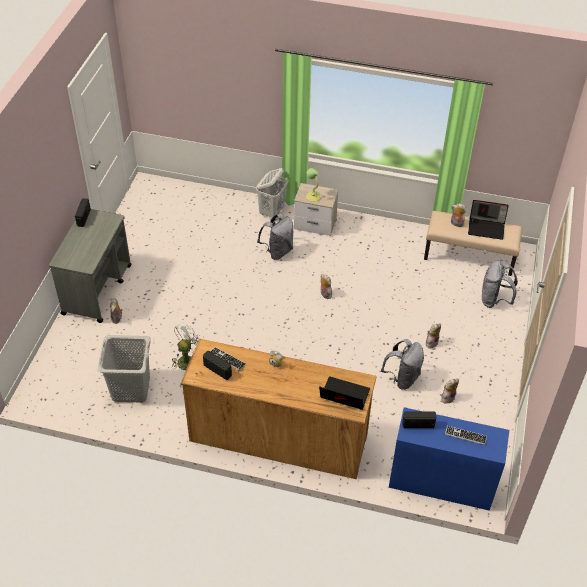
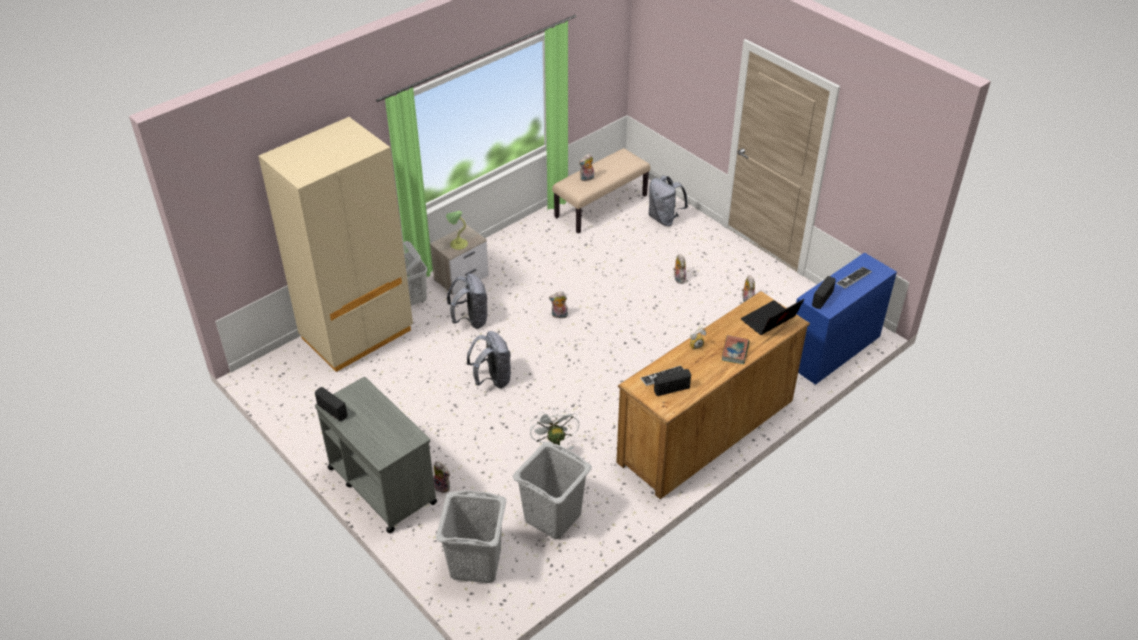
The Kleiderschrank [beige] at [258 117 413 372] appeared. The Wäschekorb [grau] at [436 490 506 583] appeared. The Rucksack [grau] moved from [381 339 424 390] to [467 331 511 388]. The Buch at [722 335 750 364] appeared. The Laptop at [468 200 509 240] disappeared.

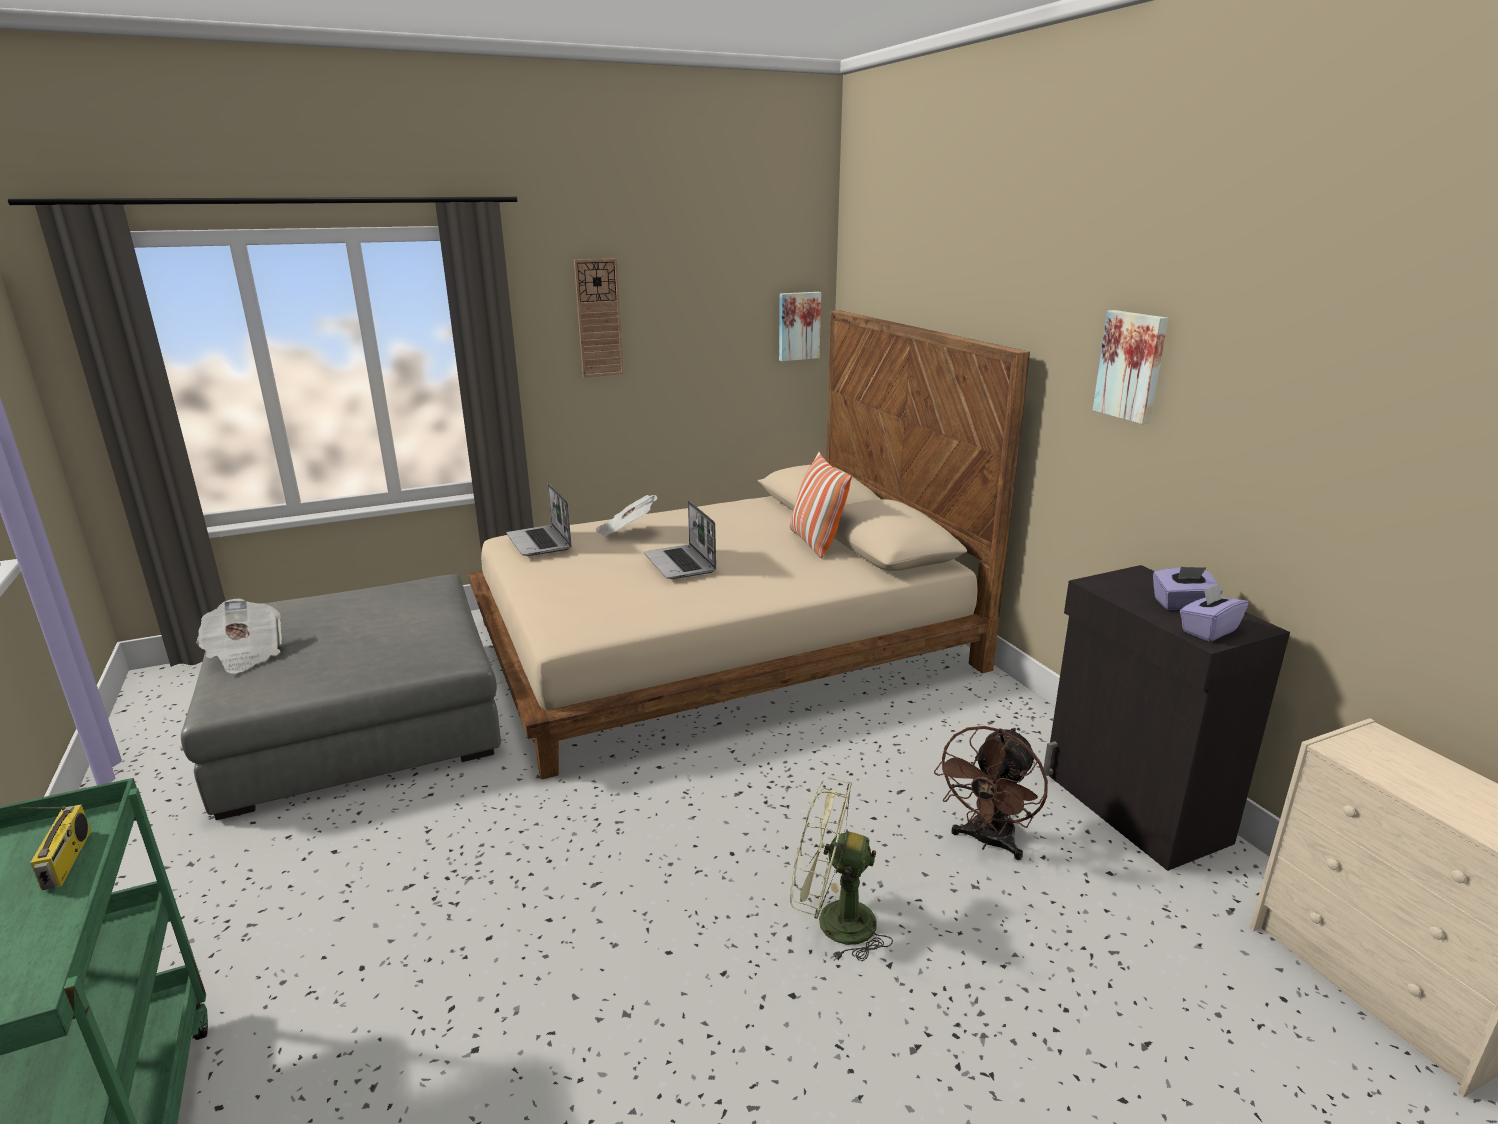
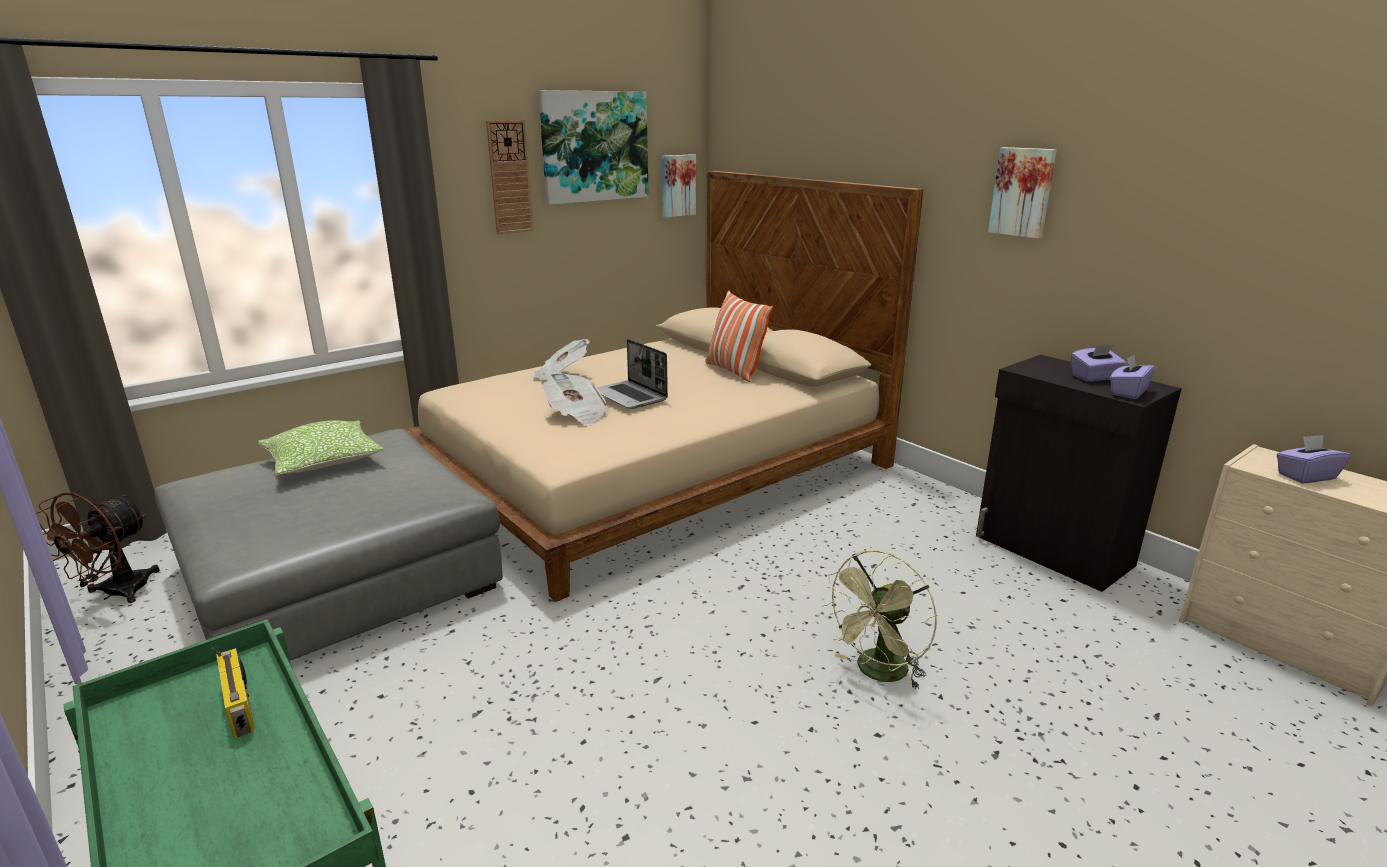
The Ventilator [braun] moved from [934 726 1048 860] to [36 492 160 603]. The Kissen at [258 420 384 475] appeared. The Bild at [538 90 649 205] appeared. The Zeitung moved from [196 599 282 674] to [542 372 610 426]. The Ventilator [grün] at [790 777 893 961] turned 45 degrees counterclockwise. The Taschentuchbox [lila] at [1277 435 1351 484] appeared. The Laptop at [506 483 571 556] disappeared.

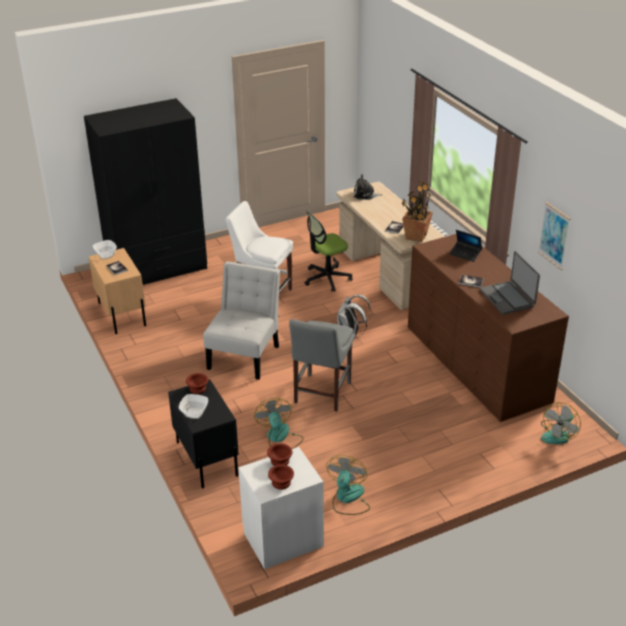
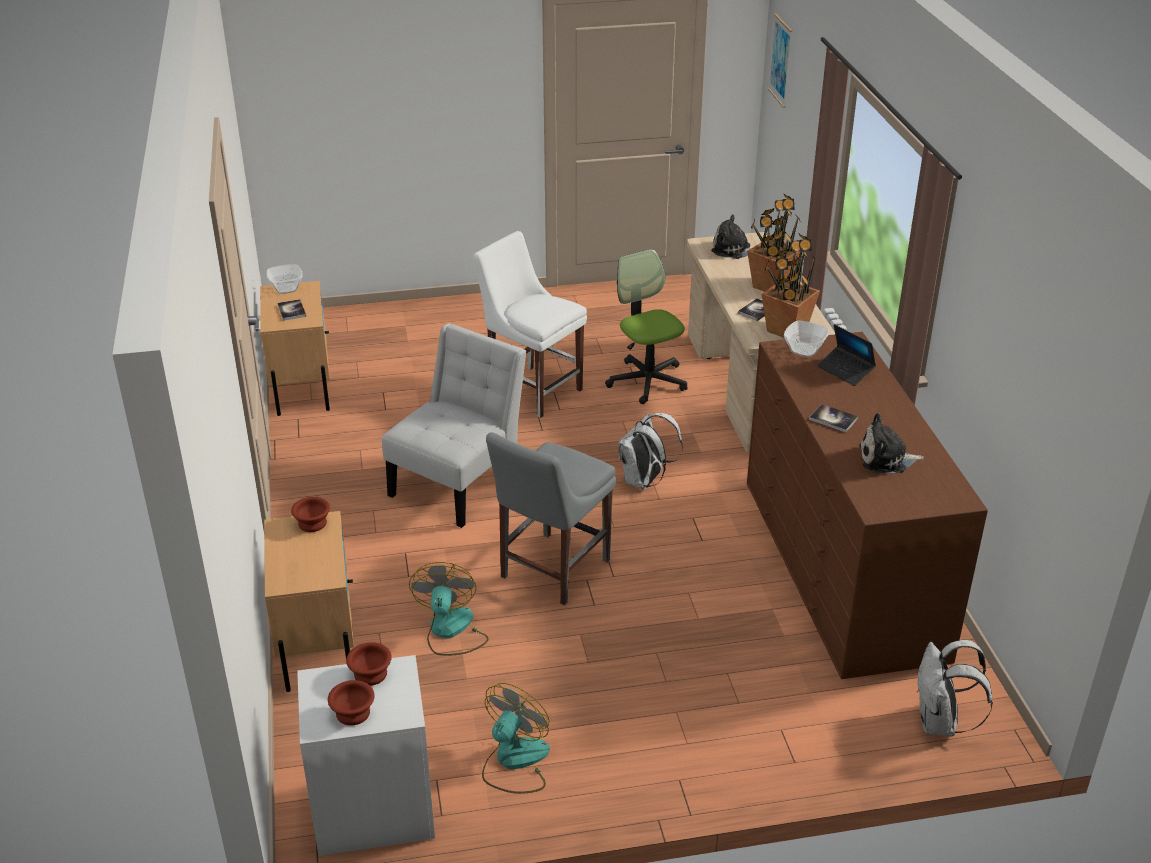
The Nachttisch [schwarz] at [168 379 239 488] became the Nachttisch [beige] at [264 511 354 692]. The Bürostuhl at [305 210 353 292] turned 75 degrees clockwise. The Topfpflanze at [747 193 803 292] appeared. The Bild moved from [538 202 571 270] to [768 14 792 108]. The Schüssel moved from [179 394 208 419] to [784 321 829 357]. The Laptop at [480 251 540 314] was replaced by the Plüschtier at [860 413 924 473]. The Ventilator at [541 402 581 444] was replaced by the Rucksack [weiß] at [917 640 993 737]. The Kleiderschrank [schwarz] at [84 98 207 285] disappeared.

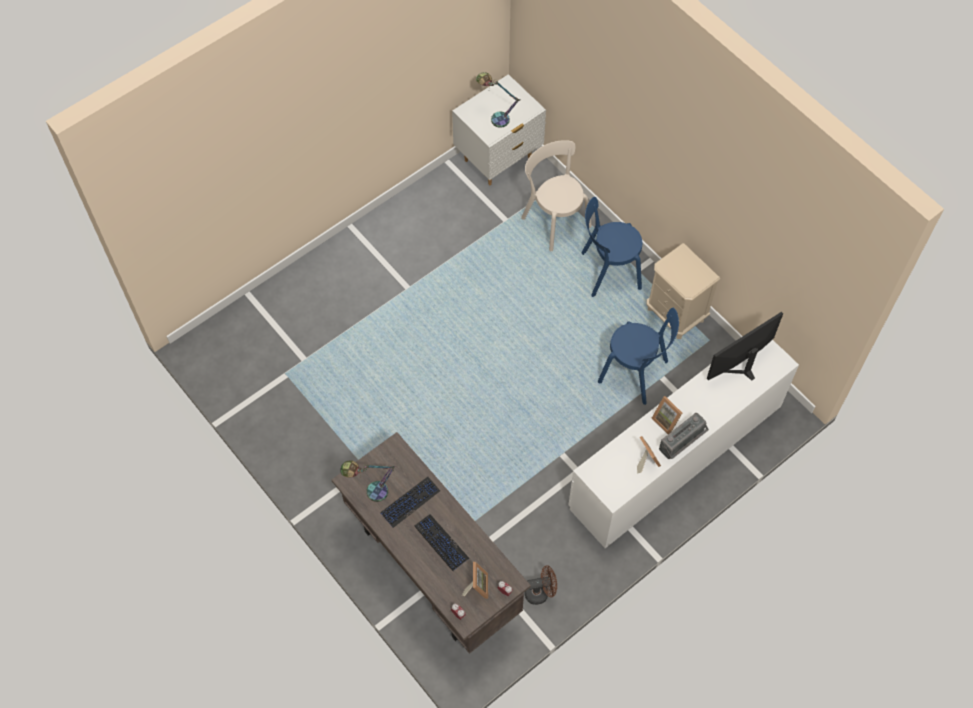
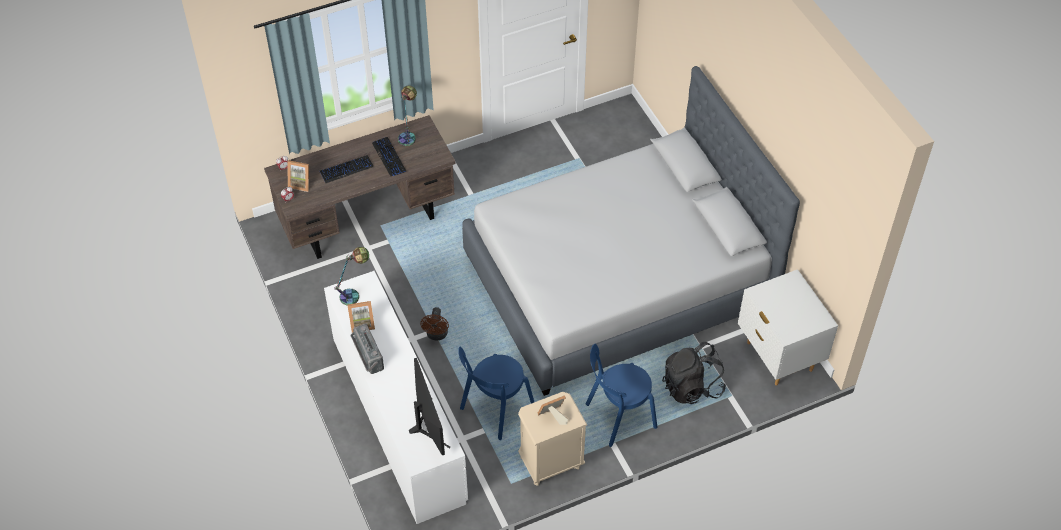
The Tischlampe moved from [476 72 520 128] to [334 247 369 305]. The Ventilator [braun] moved from [524 565 557 605] to [420 307 449 340]. The Bett [grau] at [462 66 800 396] appeared. The Bilderrahmen moved from [652 396 682 434] to [538 395 568 425]. The Stuhl [blau] at [581 197 642 297] turned 120 degrees counterclockwise. The Stuhl [beige] at [521 140 592 251] was replaced by the Rucksack [schwarz] at [662 342 726 404].

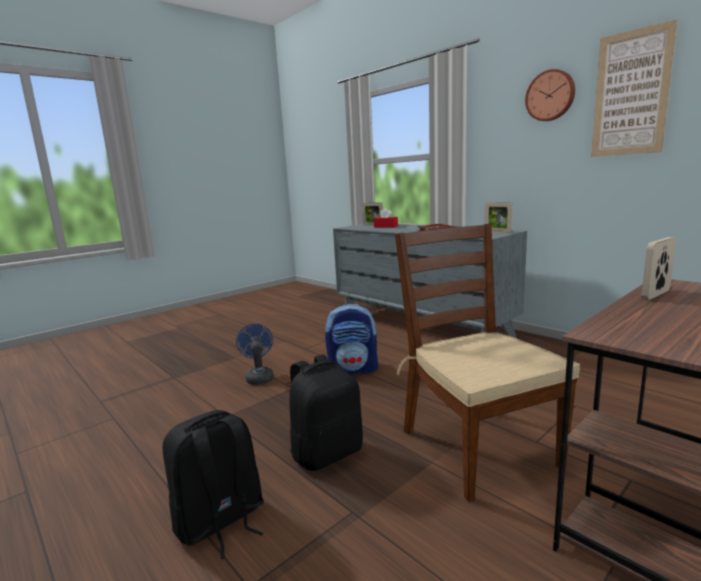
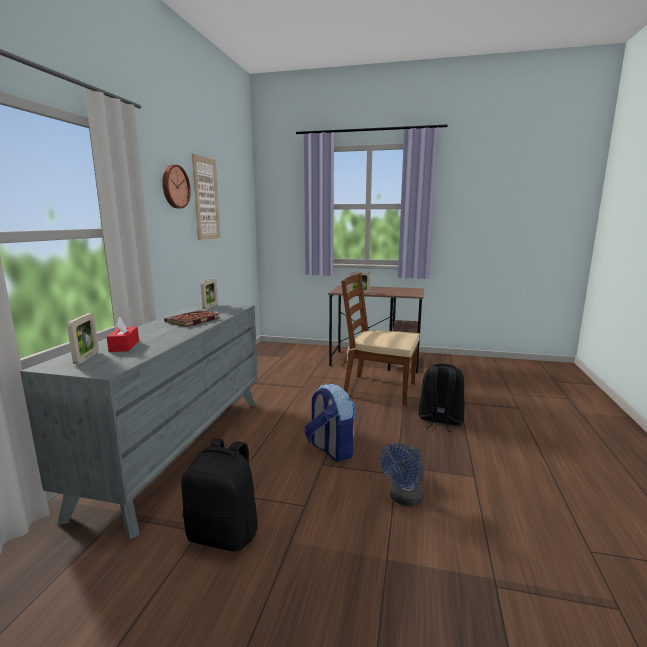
The Rucksack [schwarz] moved from [163 410 264 559] to [181 438 258 552]. The Stuhl [braun] at [395 224 580 502] turned 75 degrees clockwise.

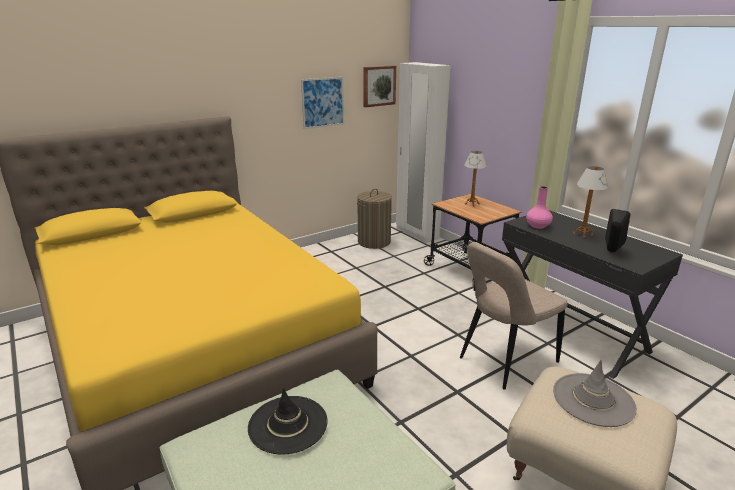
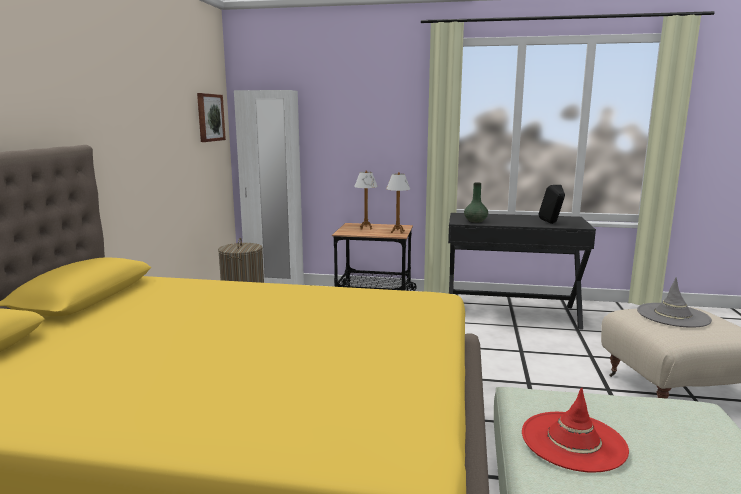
The Tischlampe moved from [573 166 608 238] to [386 172 410 234]. The Vase [rosa] at [526 186 553 229] became the Vase [grün] at [464 182 488 223]. The Hut [schwarz] at [248 388 328 454] became the Hut [rot] at [522 387 629 472]. The Bild at [301 77 344 129] disappeared. The Stuhl [beige] at [460 242 568 390] disappeared.

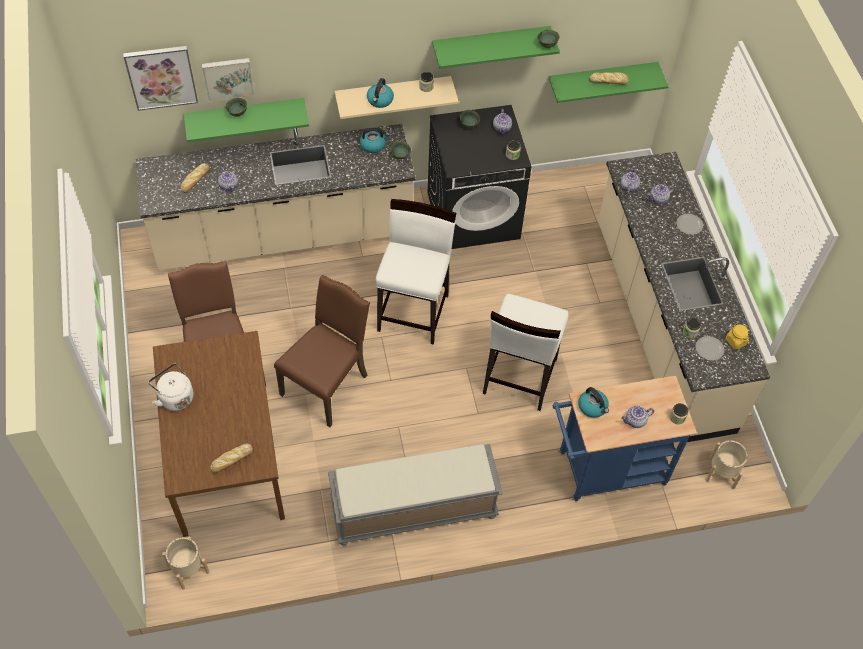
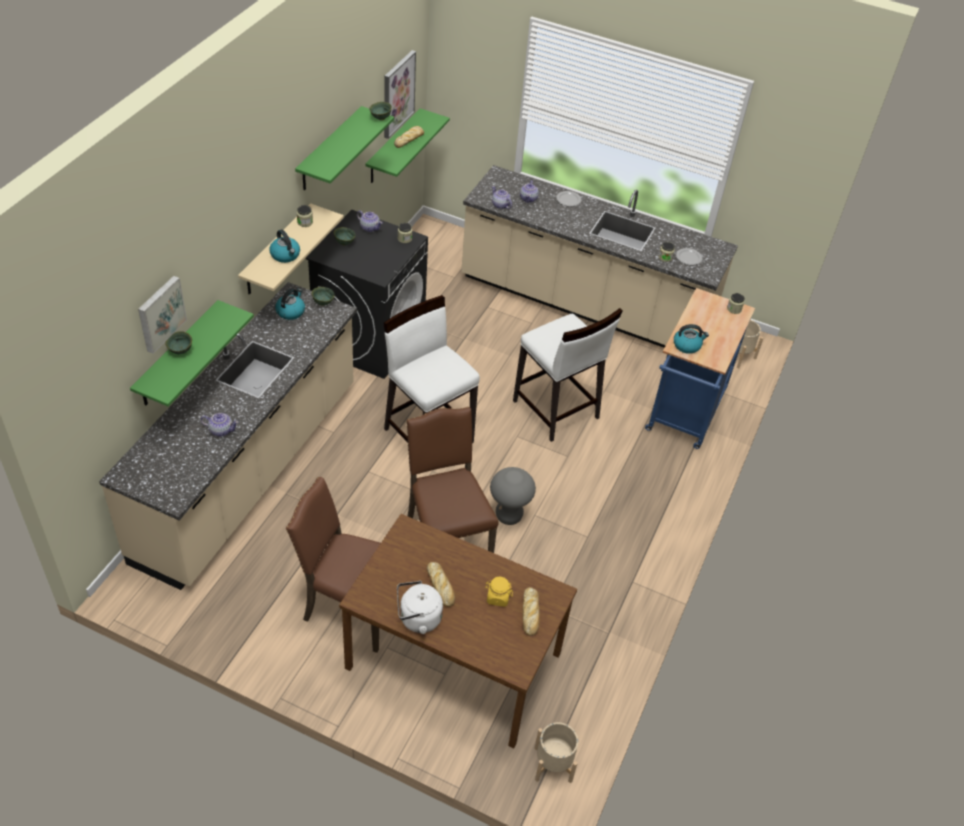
The Bild moved from [123 46 198 111] to [384 50 416 139]. The Brot moved from [180 163 210 193] to [427 562 455 607]. The Vorratsglas [gelb] moved from [726 324 749 349] to [485 576 513 607]. The Hocker [grau] at [490 467 536 525] appeared. The Bank [grau] at [328 444 503 546] disappeared. The Teekanne at [621 406 654 428] disappeared.

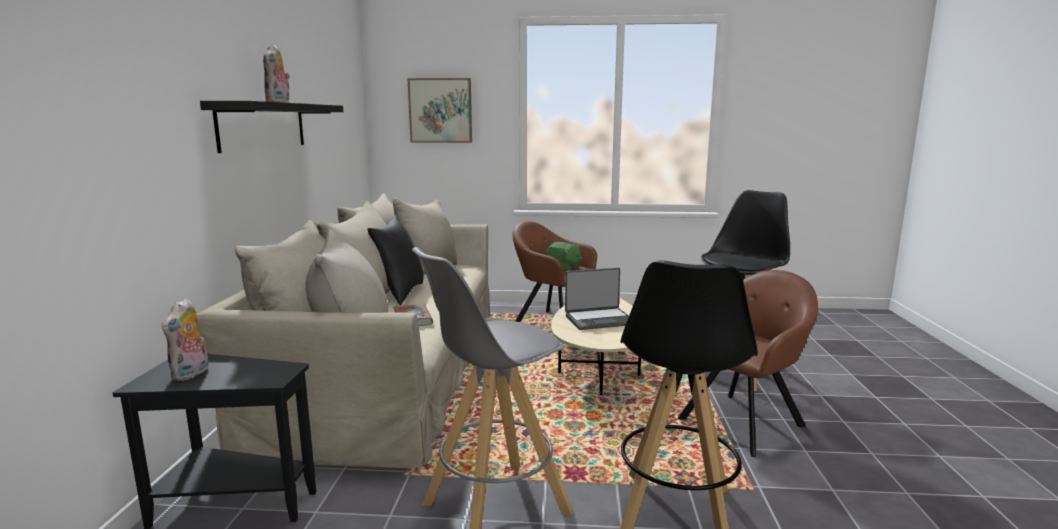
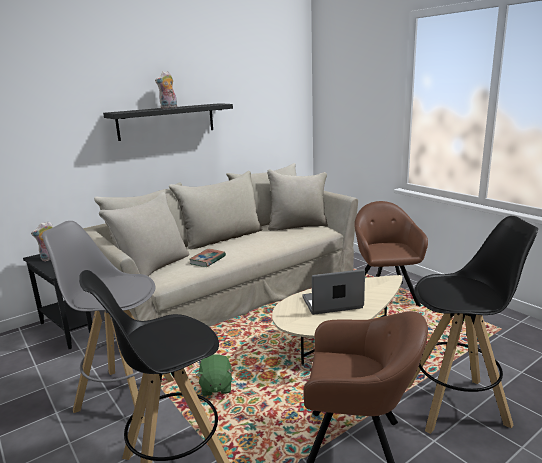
The Plüschtier [grün] moved from [545 242 582 271] to [196 354 233 396]. The Laptop at [565 268 629 330] turned 135 degrees clockwise. The Kissen [schwarz] at [367 215 424 305] disappeared. The Bild at [407 78 472 143] disappeared.

